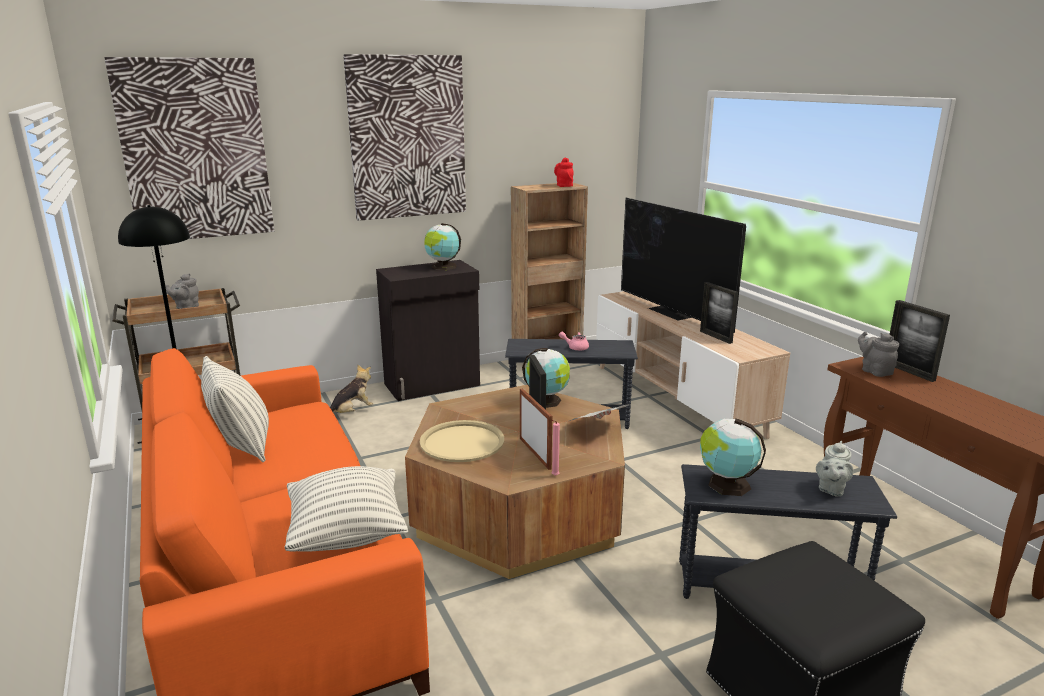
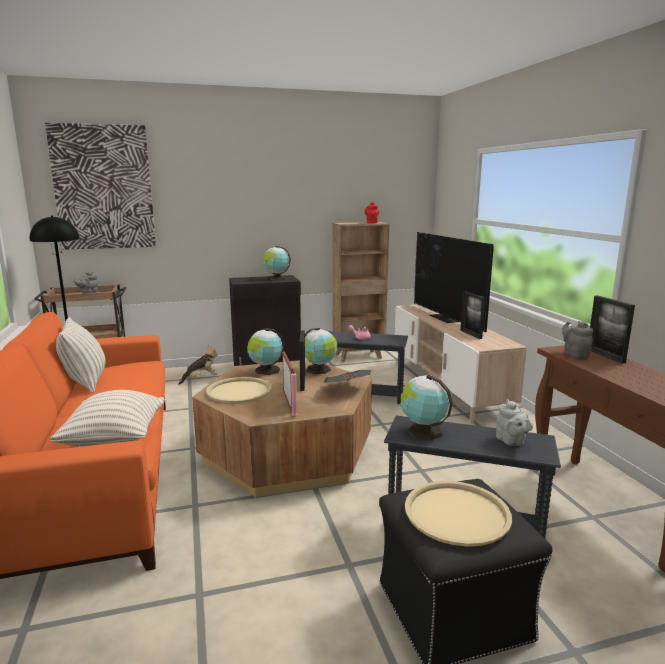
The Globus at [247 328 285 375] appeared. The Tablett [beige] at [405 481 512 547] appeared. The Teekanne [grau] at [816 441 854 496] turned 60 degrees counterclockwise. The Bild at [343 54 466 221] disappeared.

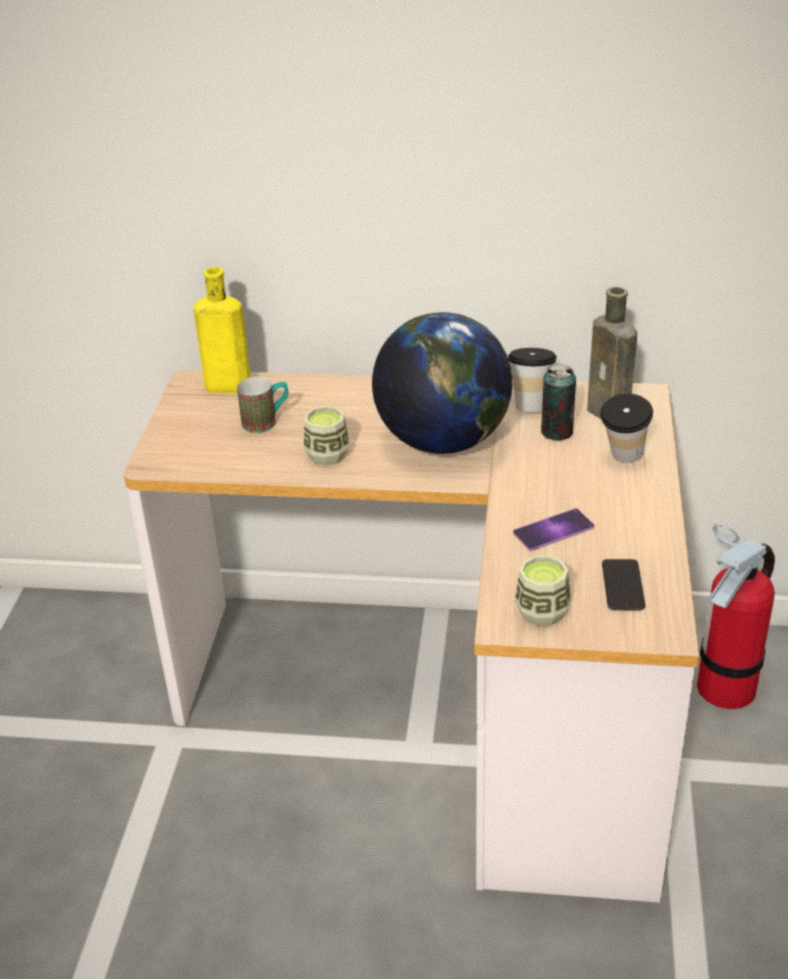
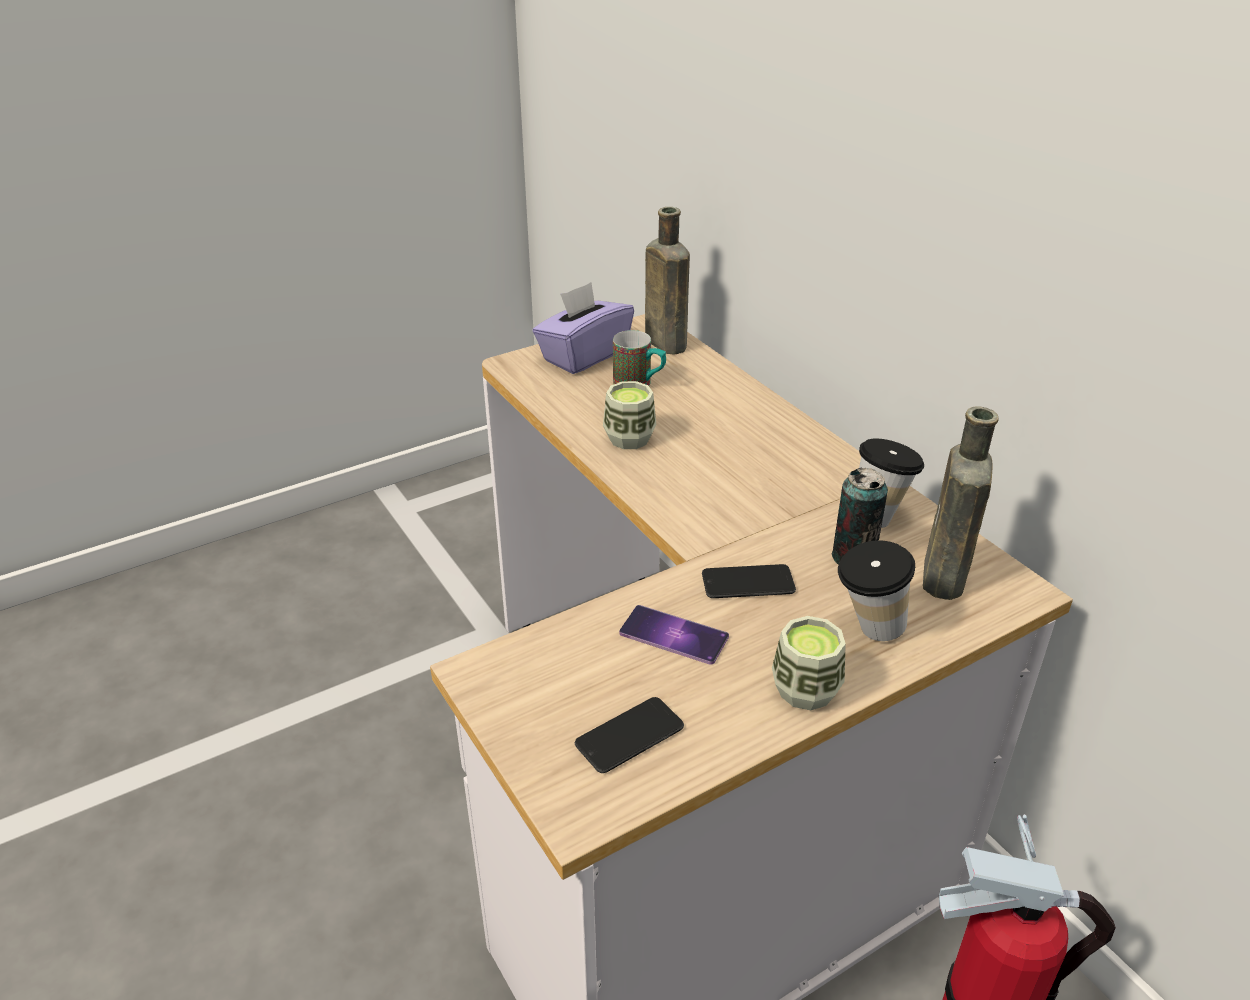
The Taschentuchbox [lila] at [532 282 634 374] appeared. The Flasche [gelb] at [194 267 251 393] became the Flasche [braun] at [645 207 690 355]. The Handy at [702 564 796 598] appeared. The Tasse moved from [515 555 570 626] to [772 616 846 710]. The Globus at [372 312 512 454] disappeared.

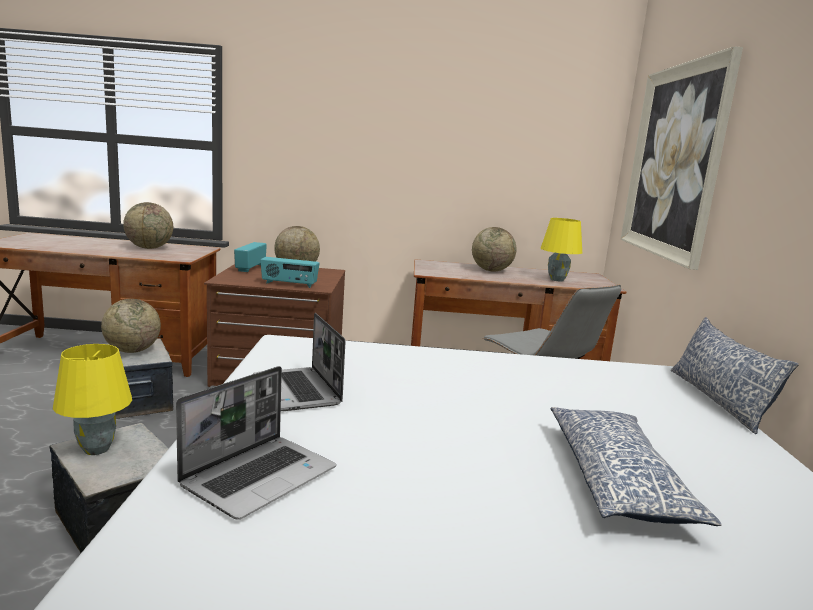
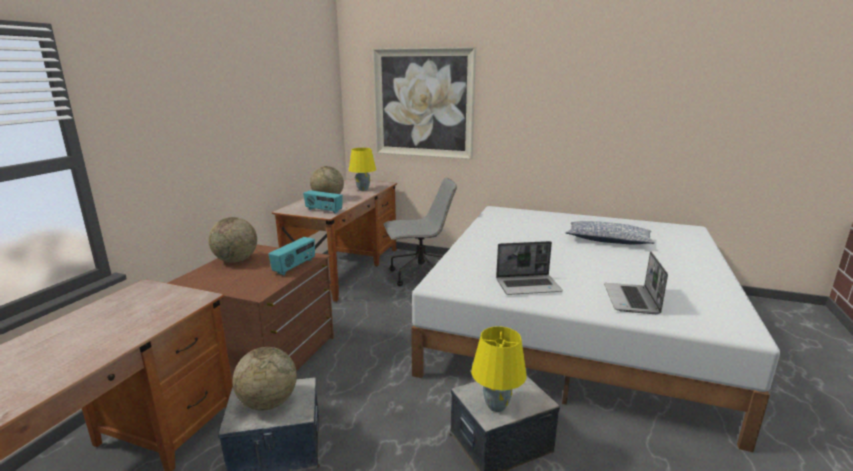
The Radio moved from [234 242 267 272] to [303 190 343 214]. The Laptop at [176 366 336 520] turned 135 degrees counterclockwise. The Globus at [123 202 173 249] disappeared. The Kissen at [671 317 799 434] disappeared.

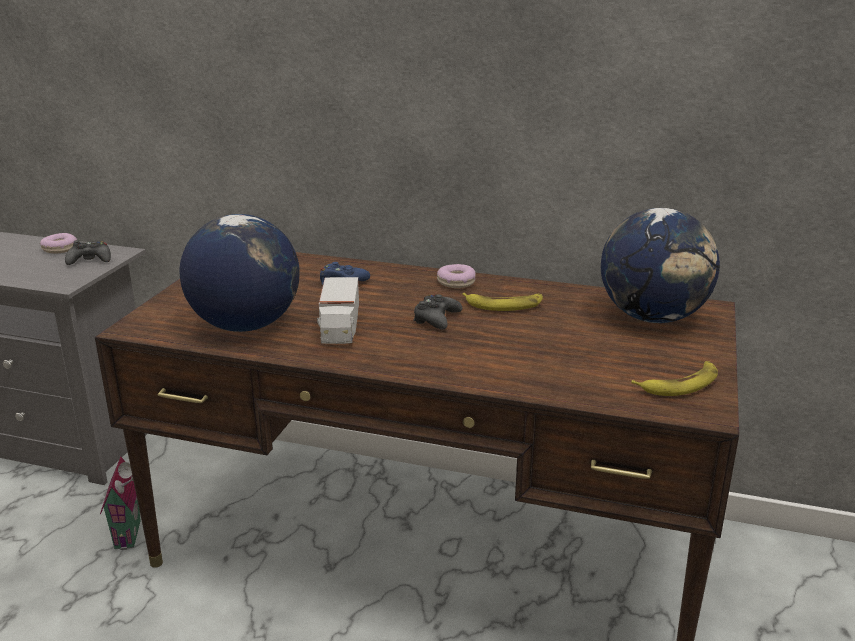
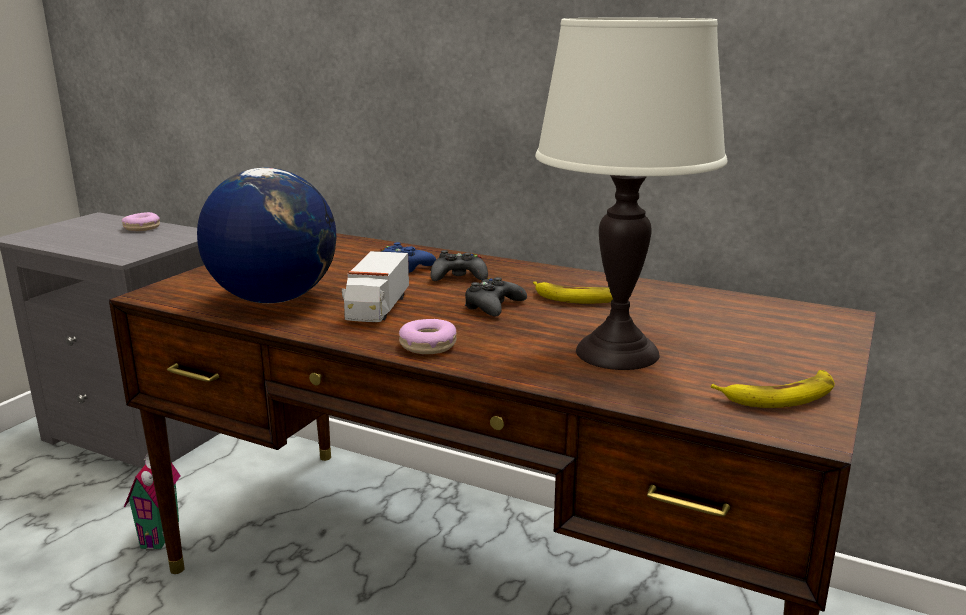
The Donut moved from [437 264 476 288] to [399 319 457 354]. The Gamepad [schwarz] moved from [65 240 111 265] to [430 250 488 281]. The Tischlampe [weiß] at [535 18 727 370] appeared. The Globus at [601 208 720 323] disappeared.

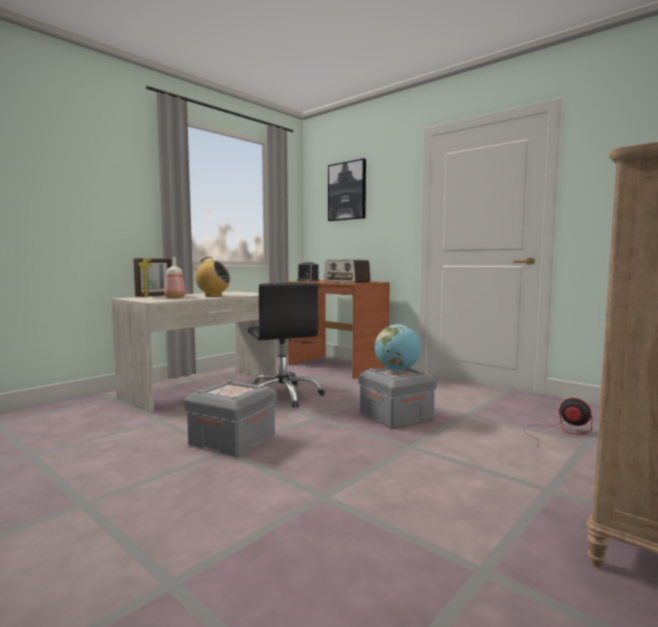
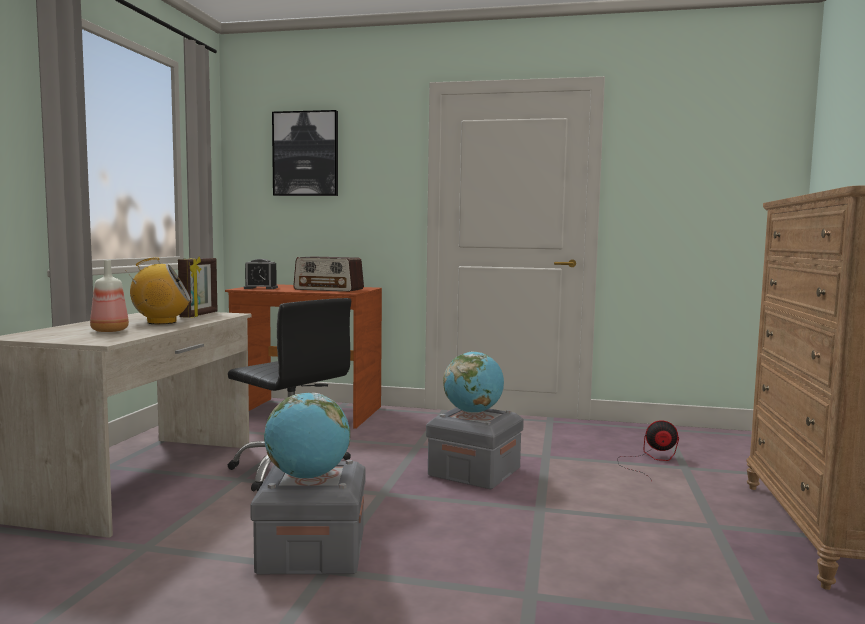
The Bilderrahmen moved from [133 257 172 297] to [178 257 217 318]. The Globus at [264 393 350 478] appeared.

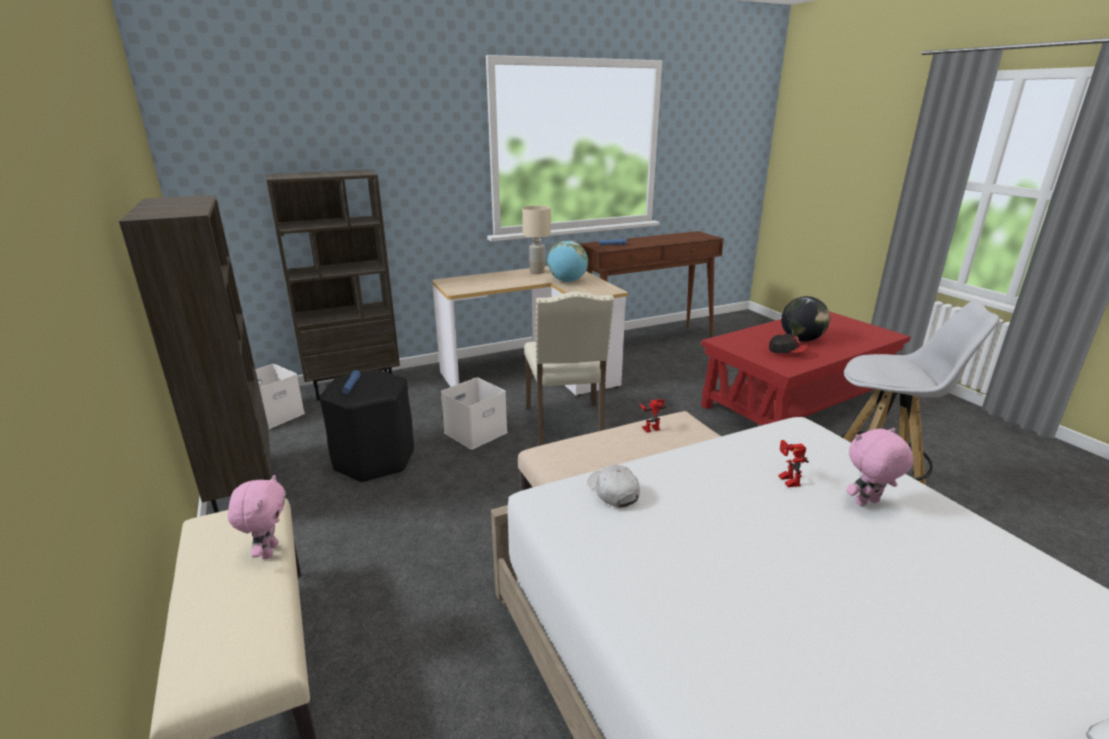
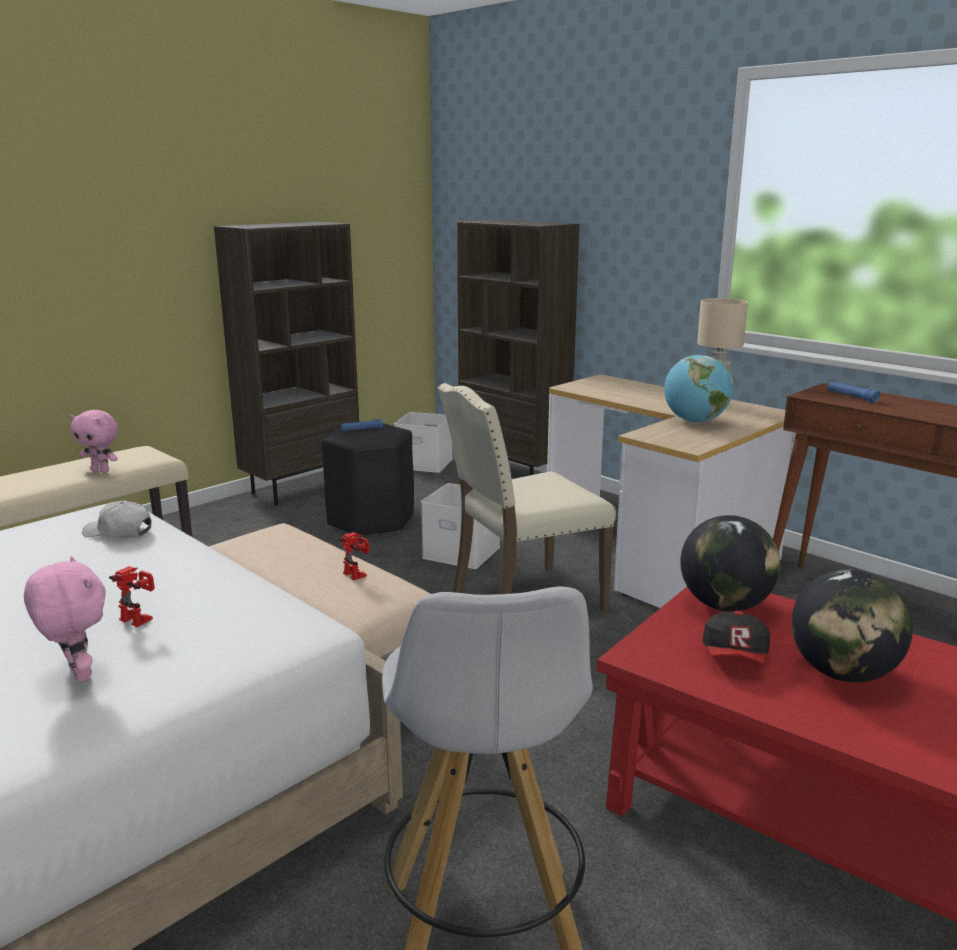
The Plüschtier [rosa] at [228 475 286 559] turned 45 degrees clockwise. The Kappe [weiß] at [587 465 640 508] turned 120 degrees counterclockwise. The Spielzeugroboter at [778 440 809 487] turned 60 degrees clockwise. The Globus at [680 515 780 612] appeared.

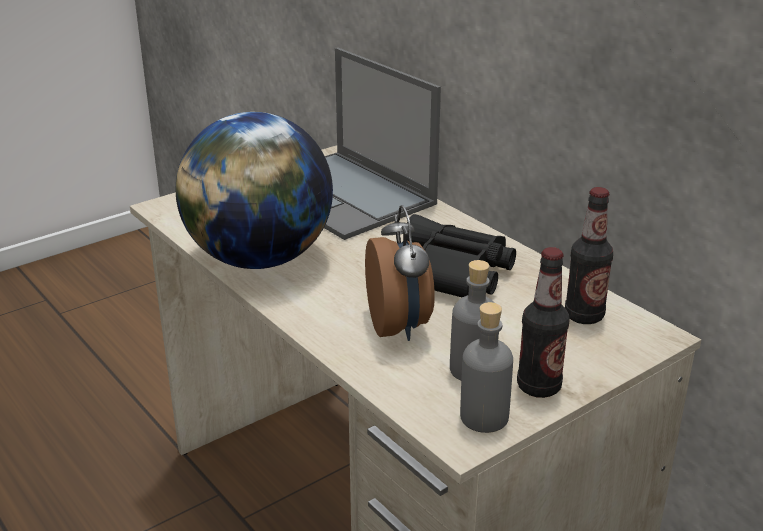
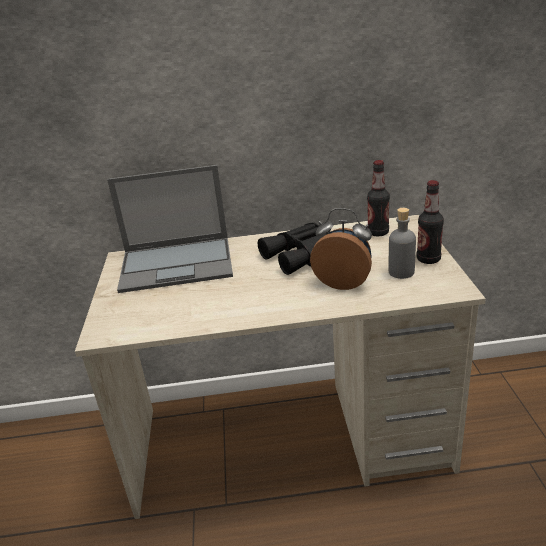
The Globus at [176 112 333 269] disappeared. The Flasche [grau] at [460 302 513 433] disappeared.

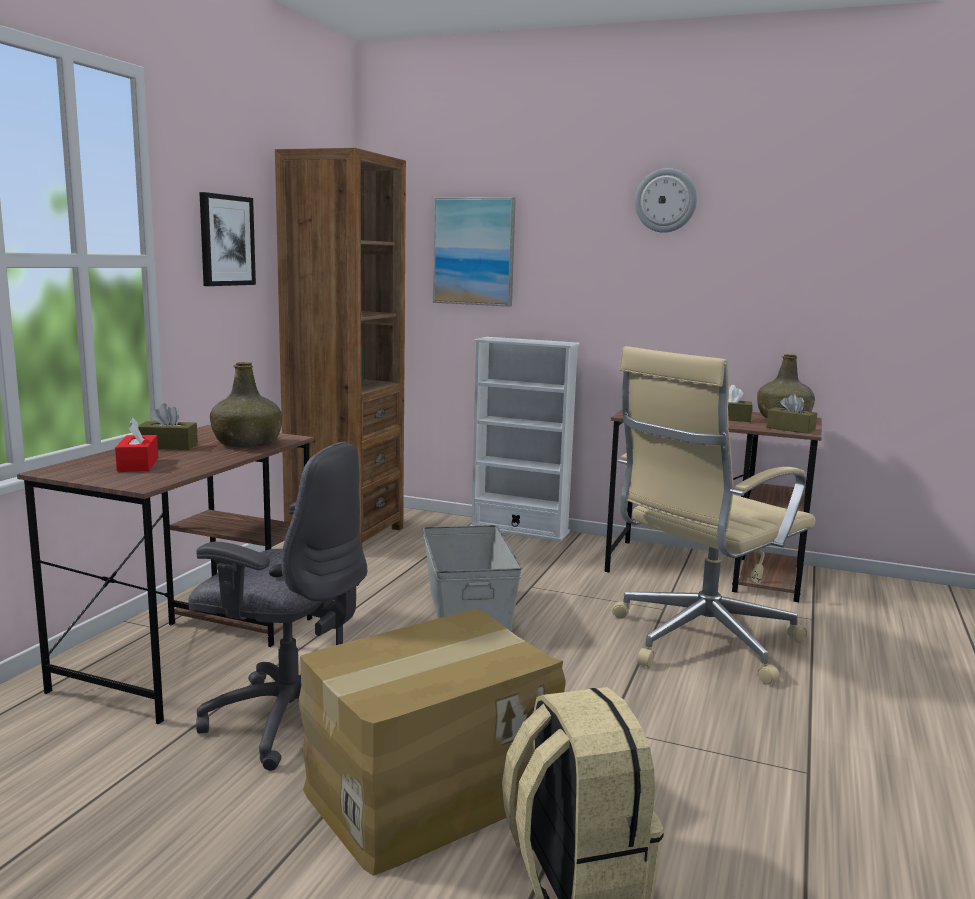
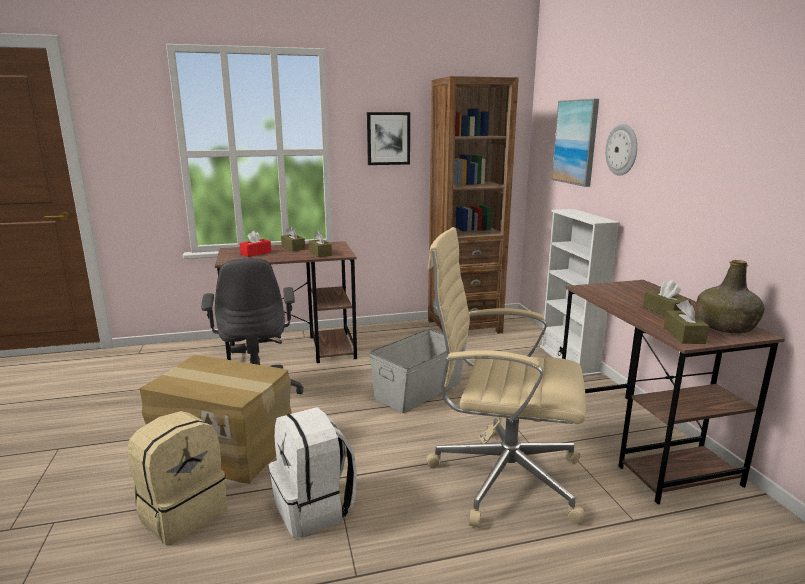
The Rucksack [weiß] at [269 407 357 538] appeared. The Flasche [grün] at [210 362 282 448] was replaced by the Taschentuchbox [braun] at [309 231 332 257]. The Wanduhr moved from [635 168 697 233] to [605 124 637 176].

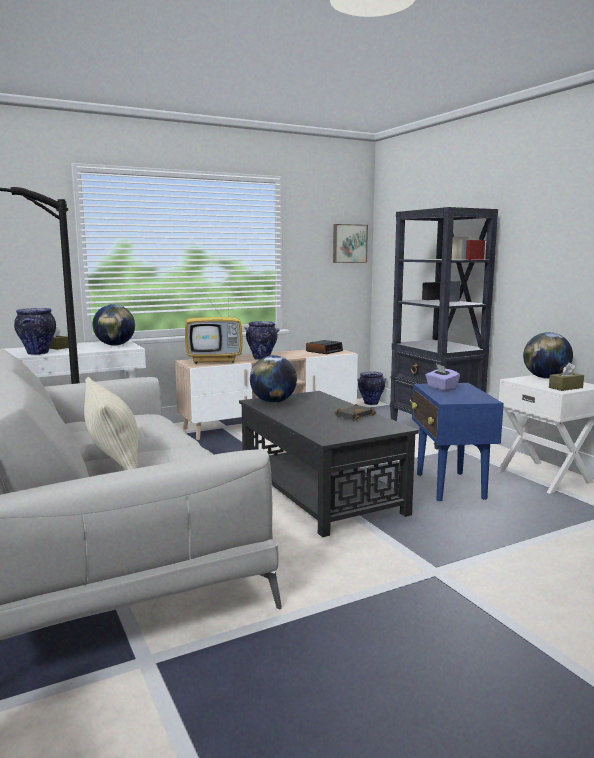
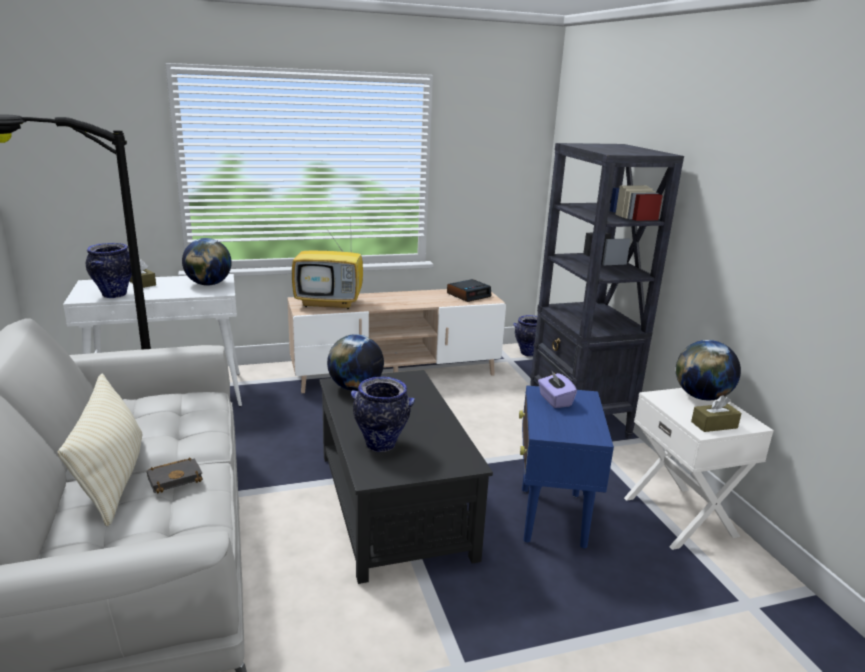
The Buch [schwarz] moved from [335 404 376 421] to [147 458 203 494]. The Vase moved from [245 321 280 360] to [351 377 415 452]. The Bild at [333 224 368 263] disappeared.

